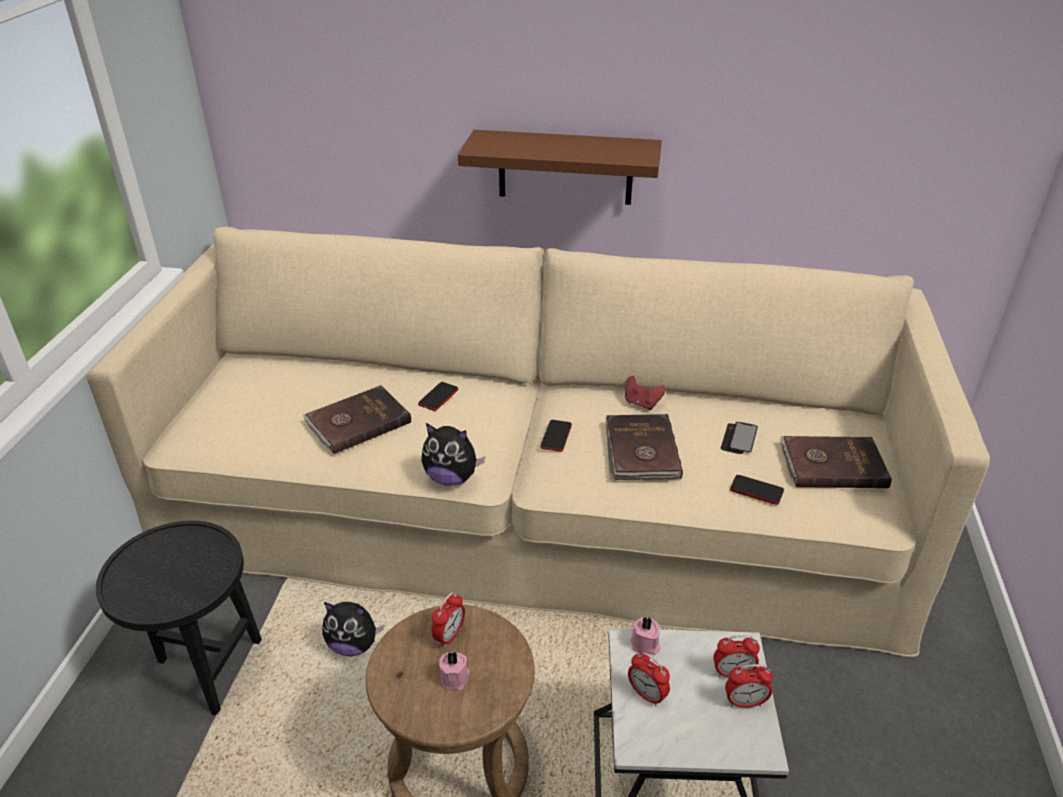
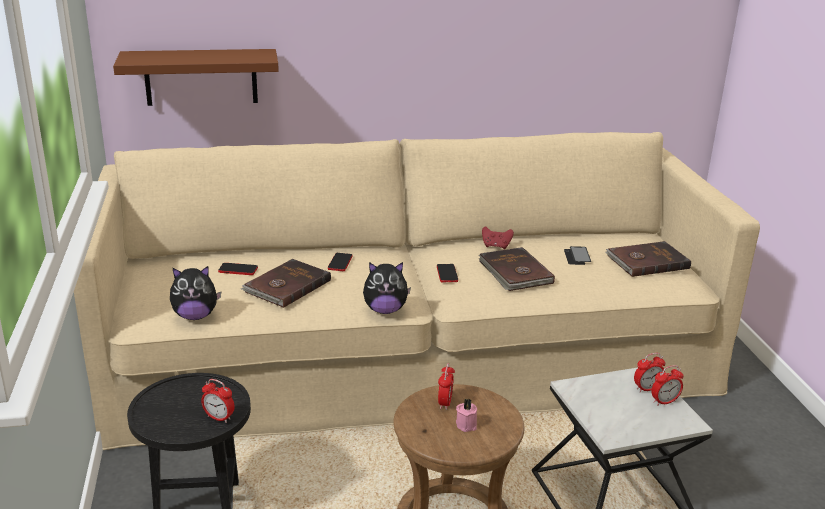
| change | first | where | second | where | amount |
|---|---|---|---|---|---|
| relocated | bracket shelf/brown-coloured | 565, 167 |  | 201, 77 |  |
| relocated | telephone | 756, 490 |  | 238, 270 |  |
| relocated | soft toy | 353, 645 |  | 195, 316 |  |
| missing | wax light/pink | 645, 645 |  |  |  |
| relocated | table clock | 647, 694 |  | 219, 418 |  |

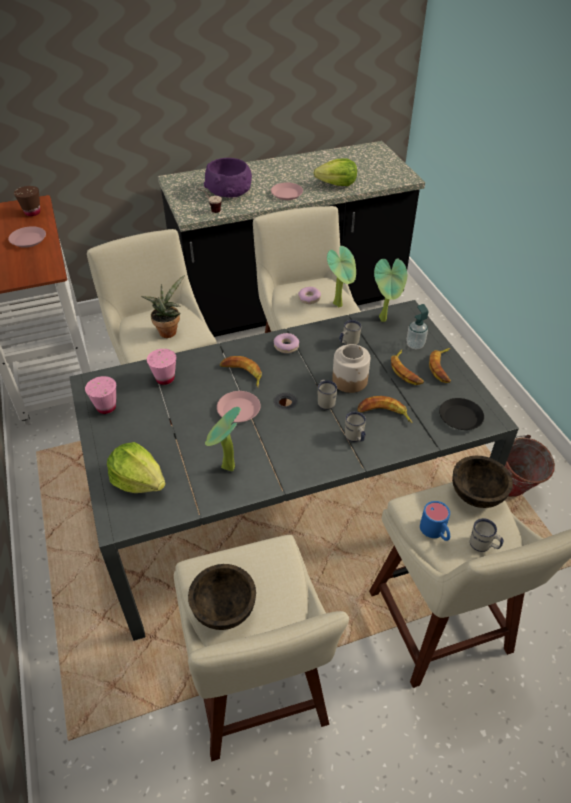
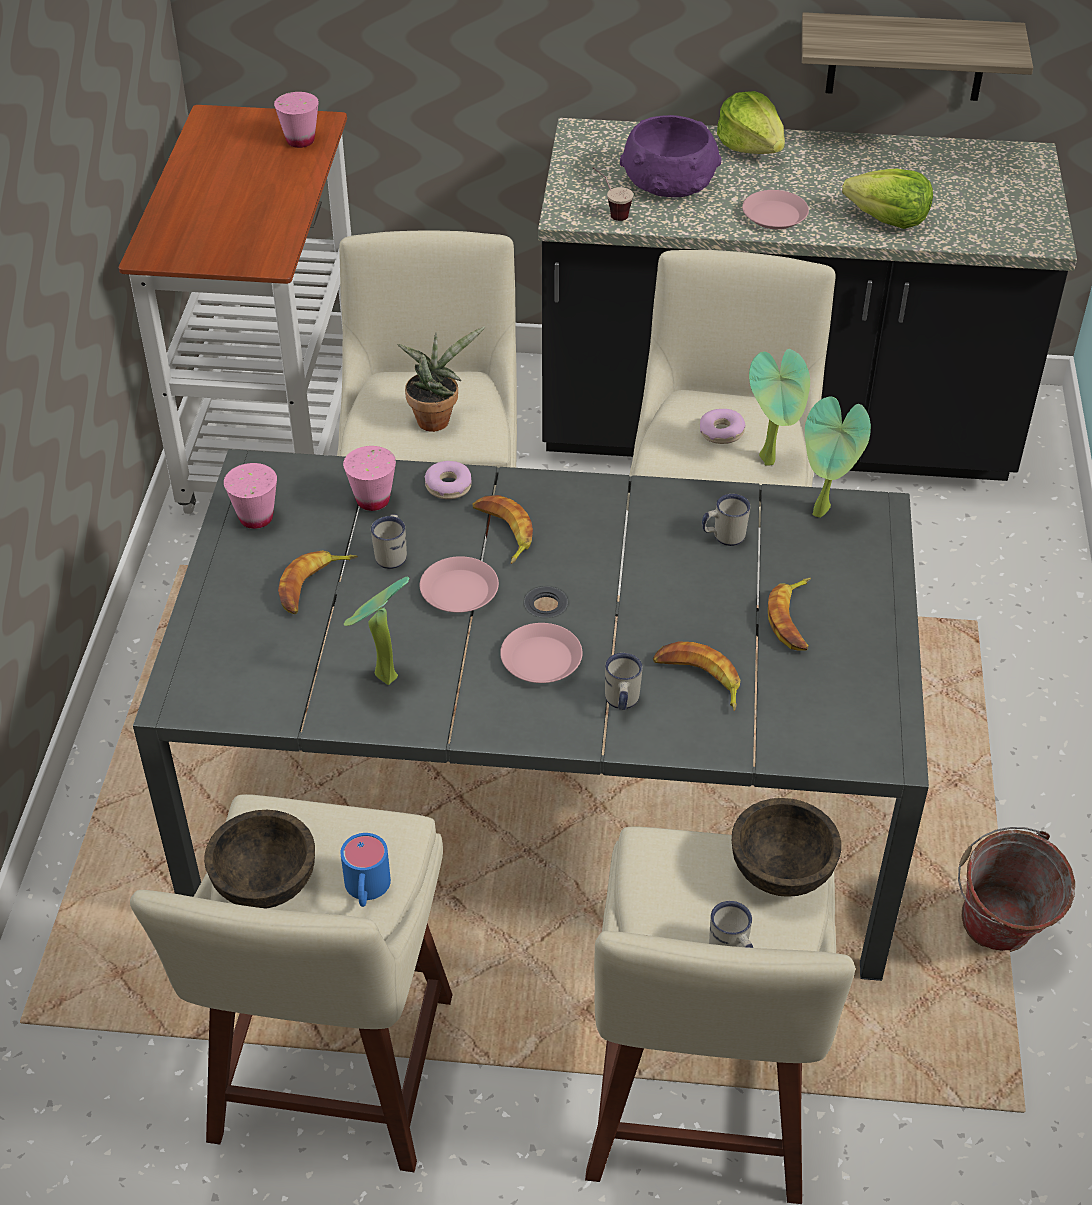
| change | first | where | second | where | amount |
|---|---|---|---|---|---|
| colour | drinking cup/brown-coloured | 32, 212 | drinking cup/pink | 300, 141 |  |
| relocated | plate/pink | 28, 240 |  | 541, 659 |  |
| missing | soap bottle | 415, 345 |  |  |  |
| relocated | doughnut | 286, 346 |  | 448, 486 |  |
| missing | storage jar | 350, 380 |  |  |  |
| relocated | whole banana | 442, 368 |  | 313, 586 |  |
| relocated | tea mug/whitish | 325, 401 |  | 392, 554 |  |
| missing | plate/black | 460, 417 |  |  |  |
| relocated | lettuce head | 138, 480 |  | 751, 146 |  |
| relocated | tea mug/bluish | 435, 532 |  | 366, 890 |  |
| appeared |  |  | bracket shelf | 907, 57 |  |

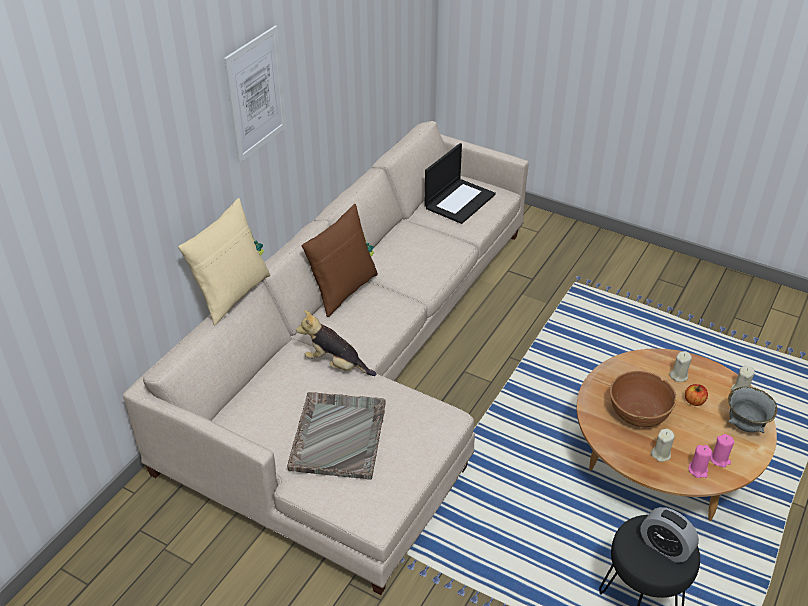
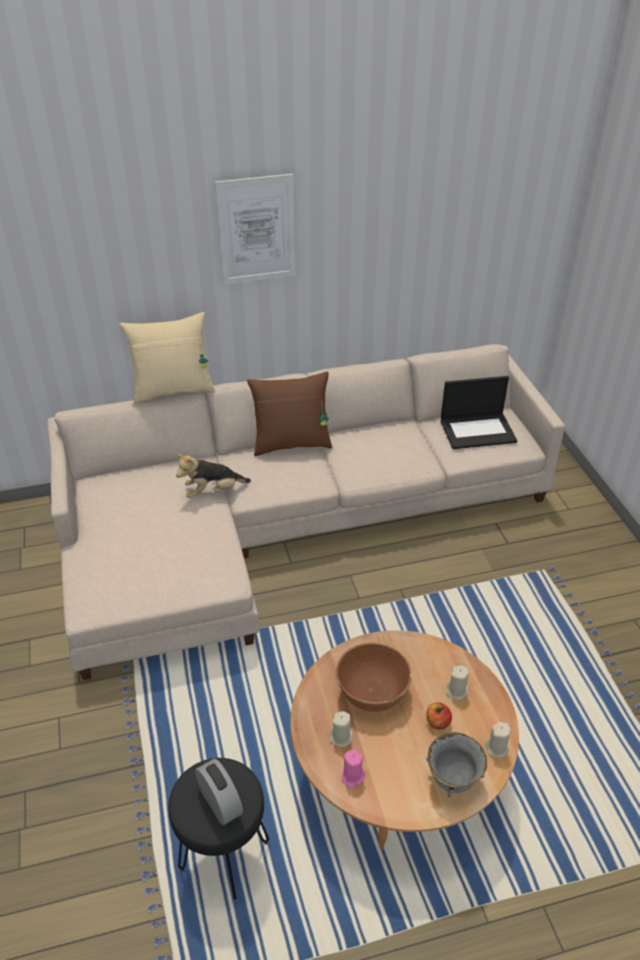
| change | first | where | second | where | amount |
|---|---|---|---|---|---|
| spun | soft toy | 336, 365 |  | 213, 492 | 90 degrees counterclockwise |
| missing | serving tray/grey | 338, 435 |  |  |  |
| missing | wax light/pink | 719, 459 |  |  |  |
| spun | table clock | 665, 547 |  | 220, 803 | 150 degrees clockwise |

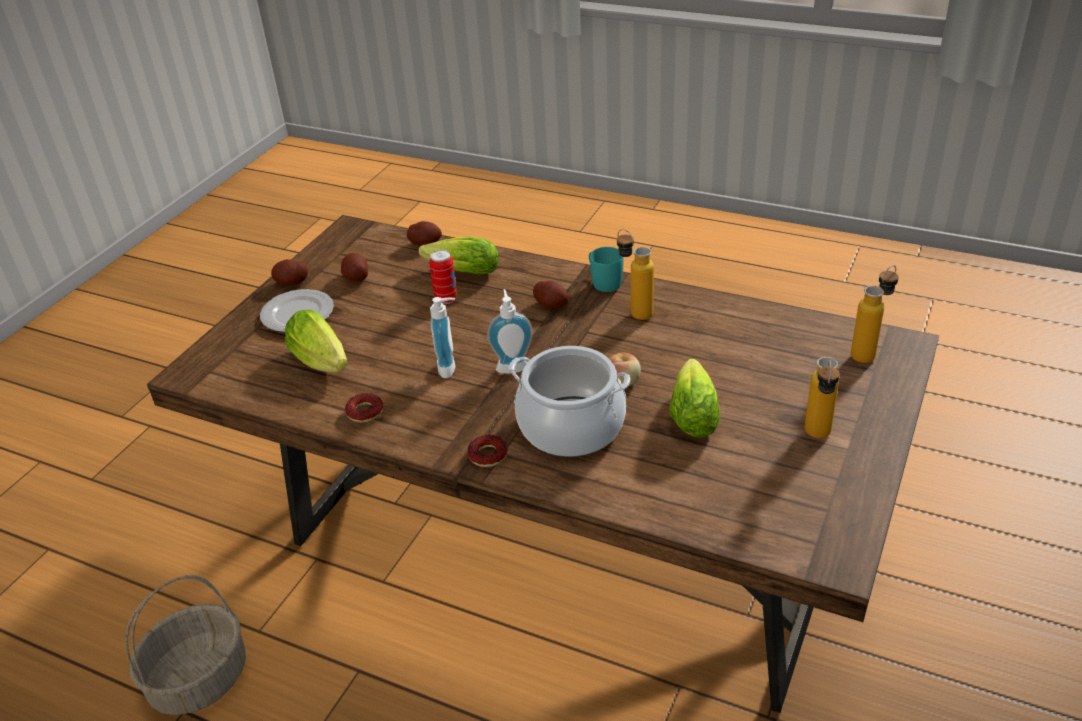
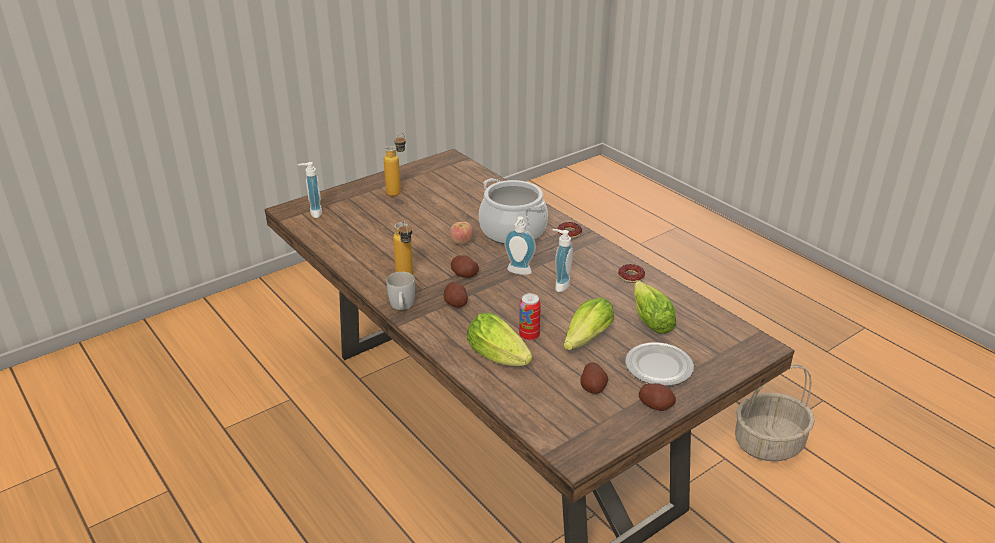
| change | first | where | second | where | amount |
|---|---|---|---|---|---|
| relocated | potato | 425, 243 |  | 464, 275 |  |
| colour | tea mug/blue-green | 603, 281 | tea mug/whitish | 402, 306 |  |
| exchanged | bottle | 868, 352 | soap bottle | 313, 213 |  |
| relocated | lettuce head | 693, 412 |  | 584, 341 |  |

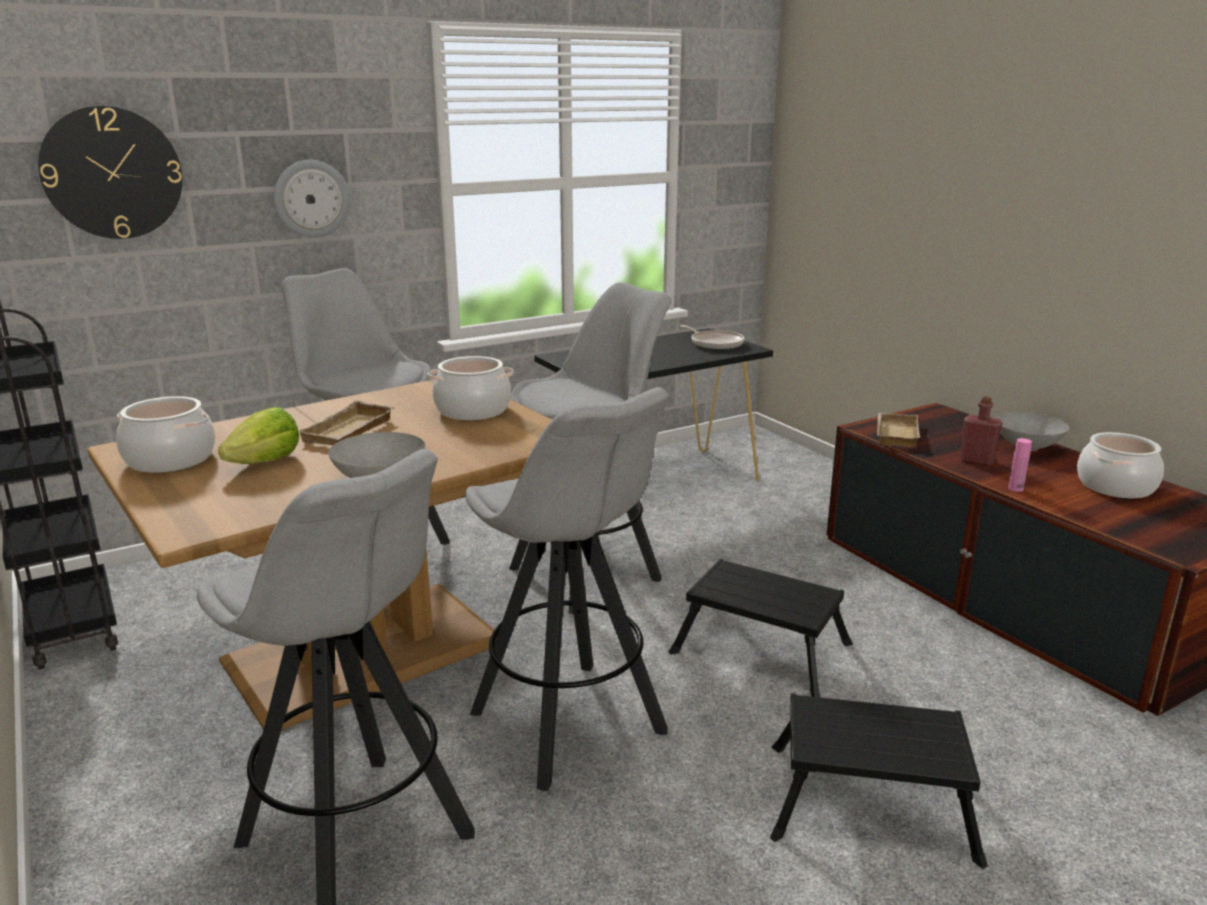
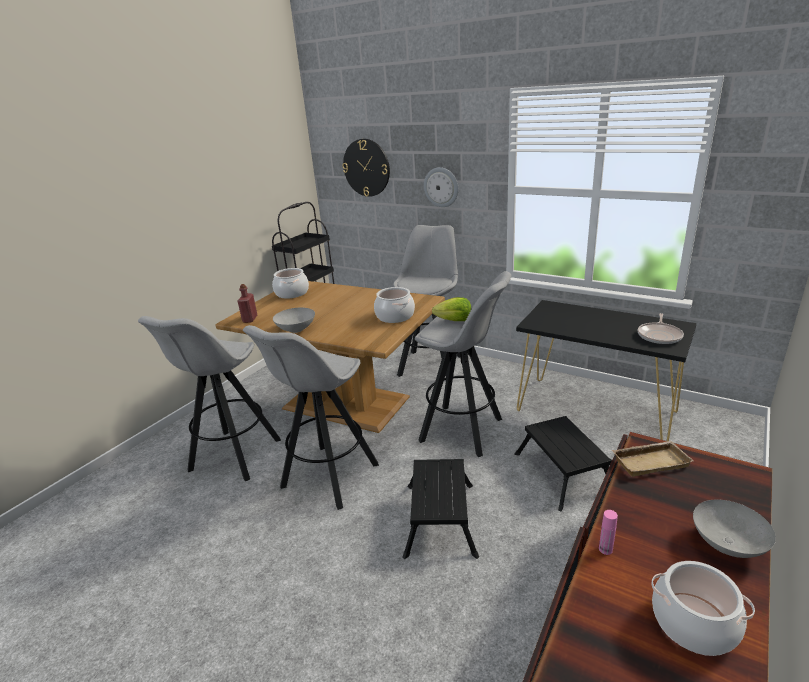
| change | first | where | second | where | amount |
|---|---|---|---|---|---|
| relocated | bottle/red-coloured | 976, 461 |  | 250, 319 |  |
| missing | serving tray/beige | 350, 431 |  |  |  |
| relocated | lettuce head | 266, 462 |  | 454, 320 |  |
| relocated | step ladder/black | 872, 802 |  | 564, 473 |  |

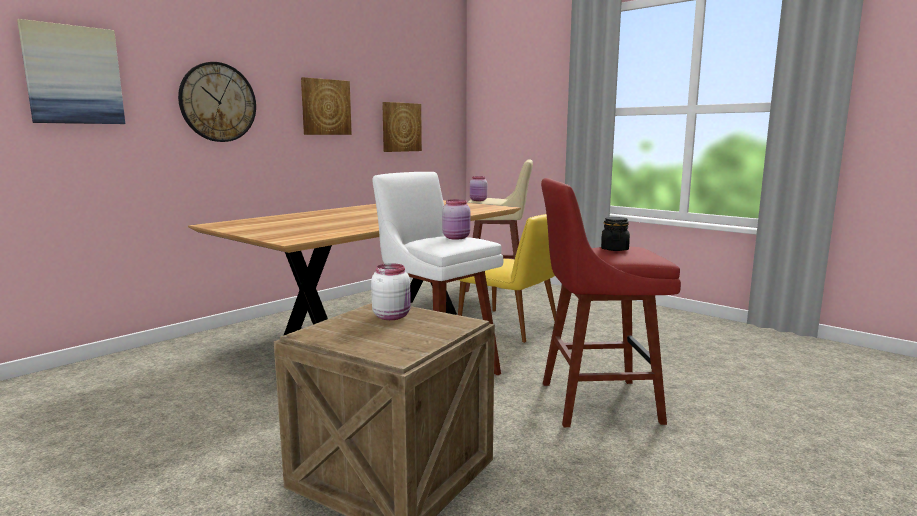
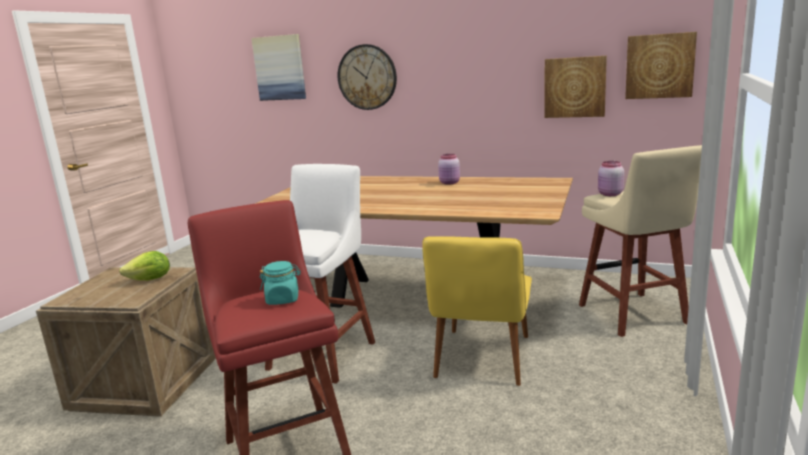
| change | first | where | second | where | amount |
|---|---|---|---|---|---|
| relocated | wall art | 325, 107 |  | 659, 66 |  |
| relocated | storage jar/pink | 457, 238 |  | 450, 183 |  |
| colour | storage jar/black | 614, 249 | storage jar/blue-green | 283, 299 |  |
| exchanged | storage jar/whitish | 392, 316 | lettuce head | 150, 280 |  |

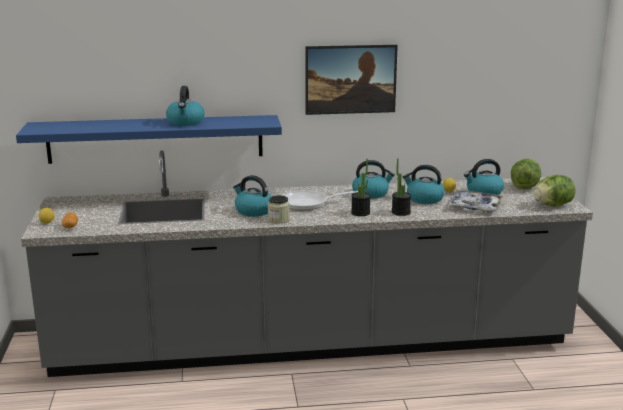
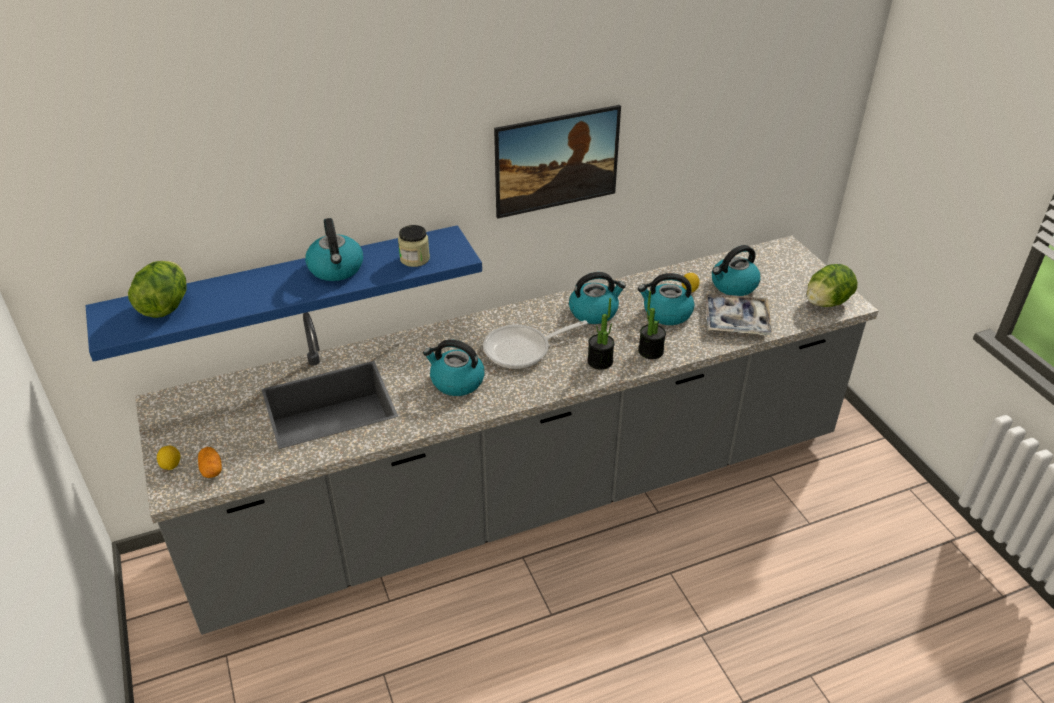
| change | first | where | second | where | amount |
|---|---|---|---|---|---|
| relocated | lettuce head | 524, 187 |  | 165, 307 |  |
| relocated | storage jar | 278, 219 |  | 415, 259 |  |

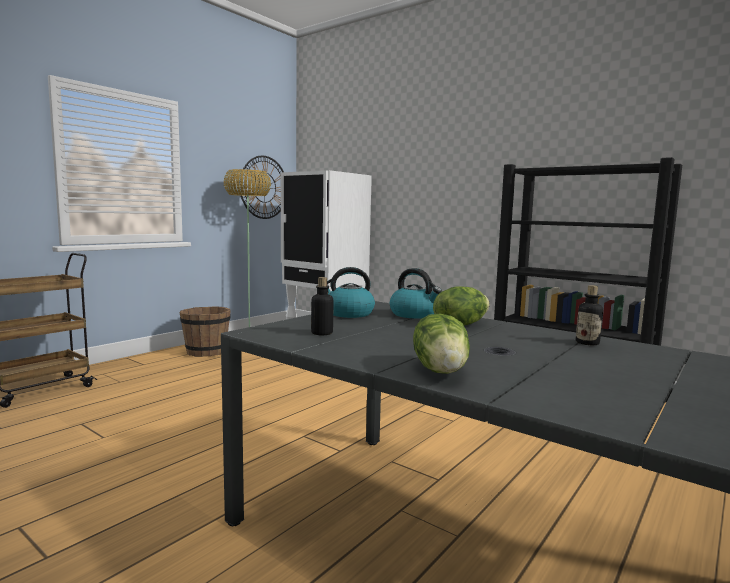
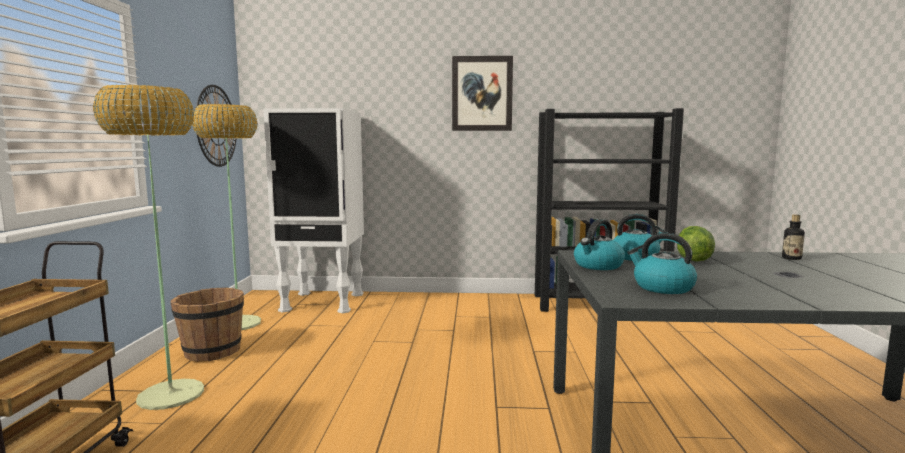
| change | first | where | second | where | amount |
|---|---|---|---|---|---|
| exchanged | bottle | 322, 333 | kettle | 662, 287 |  |
| missing | lettuce head | 442, 370 |  |  |  |
| appeared |  |  | wall art | 482, 94 |  |
| appeared |  |  | floor lamp | 171, 395 |  |

